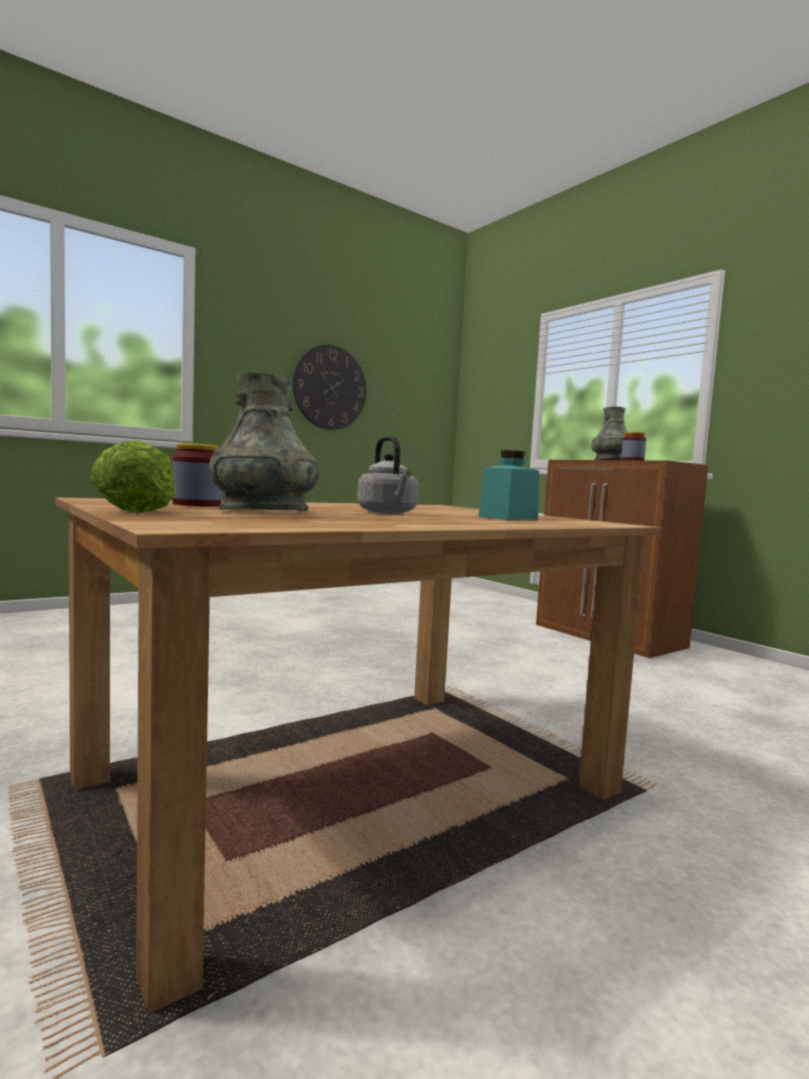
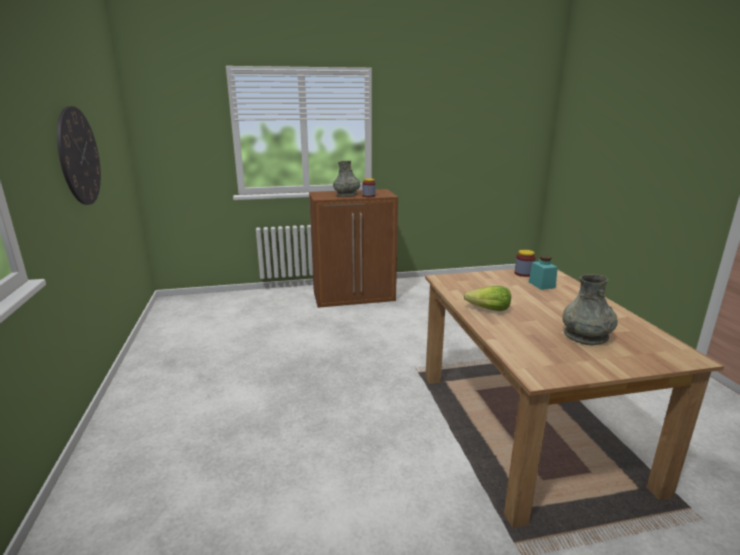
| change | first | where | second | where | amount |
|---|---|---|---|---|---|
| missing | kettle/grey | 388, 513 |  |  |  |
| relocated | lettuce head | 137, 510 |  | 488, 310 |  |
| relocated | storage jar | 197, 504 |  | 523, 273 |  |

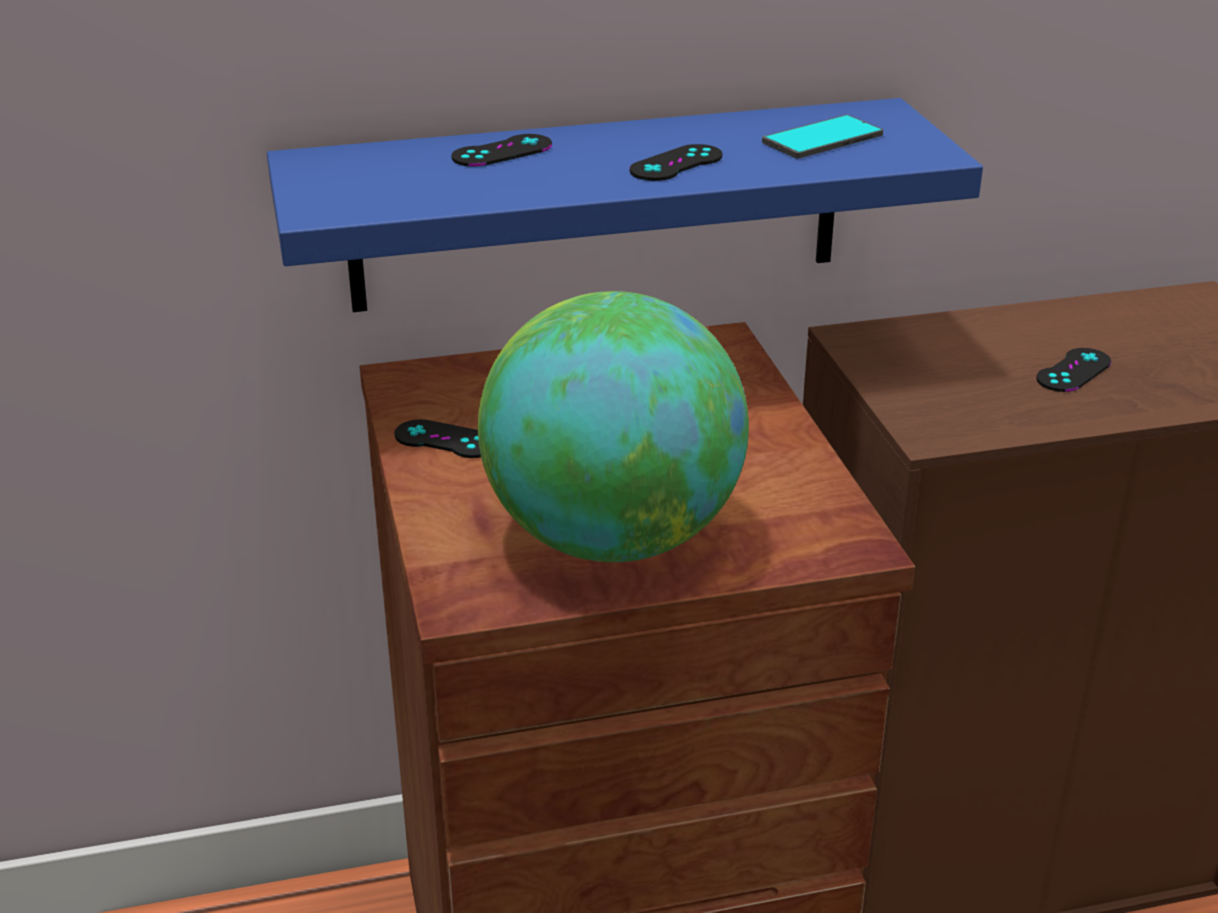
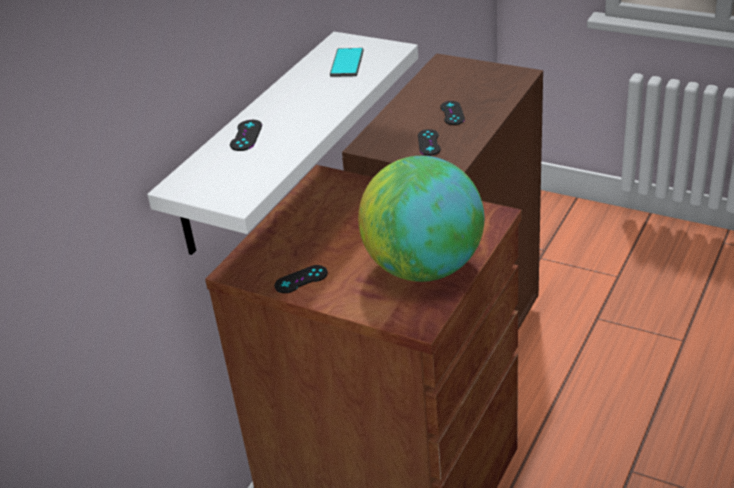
| change | first | where | second | where | amount |
|---|---|---|---|---|---|
| colour | bracket shelf/bluish | 597, 205 | bracket shelf/whitish | 257, 143 |  |
| relocated | joypad/black | 676, 164 |  | 429, 143 |  |

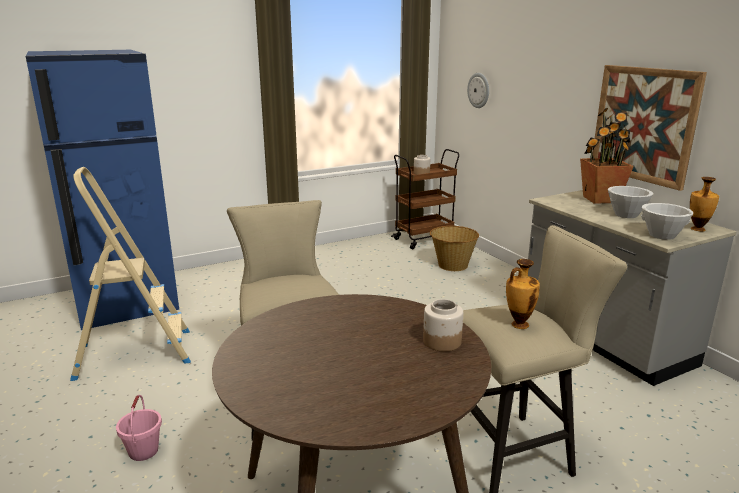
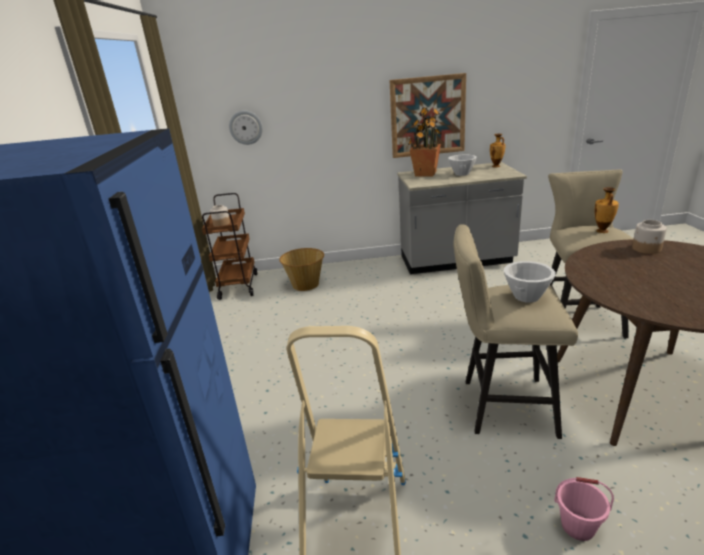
| change | first | where | second | where | amount |
|---|---|---|---|---|---|
| relocated | deep dish/whitish | 661, 235 |  | 526, 296 |  |

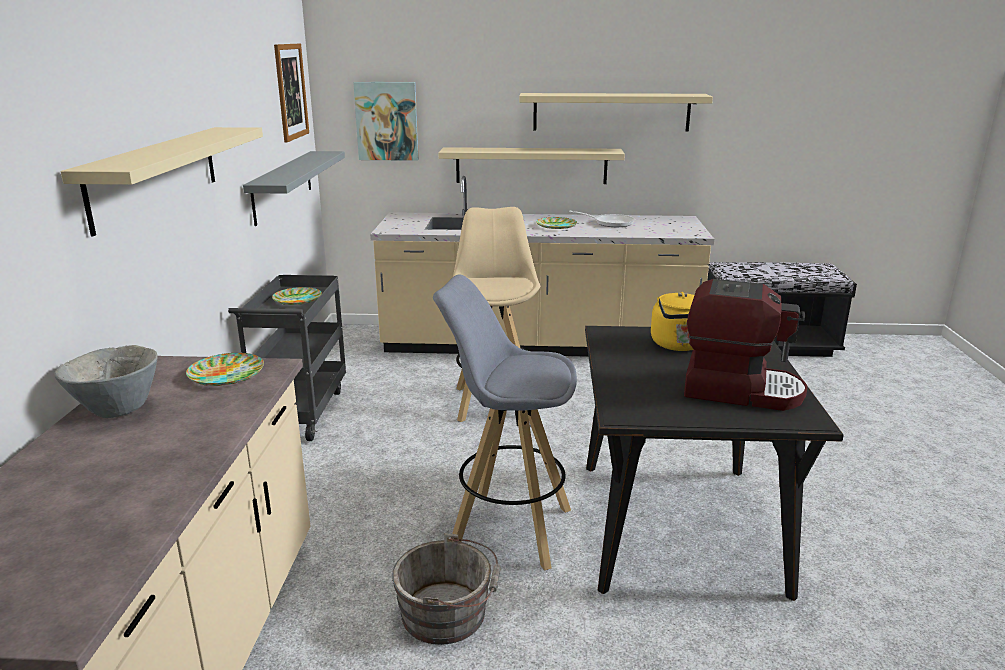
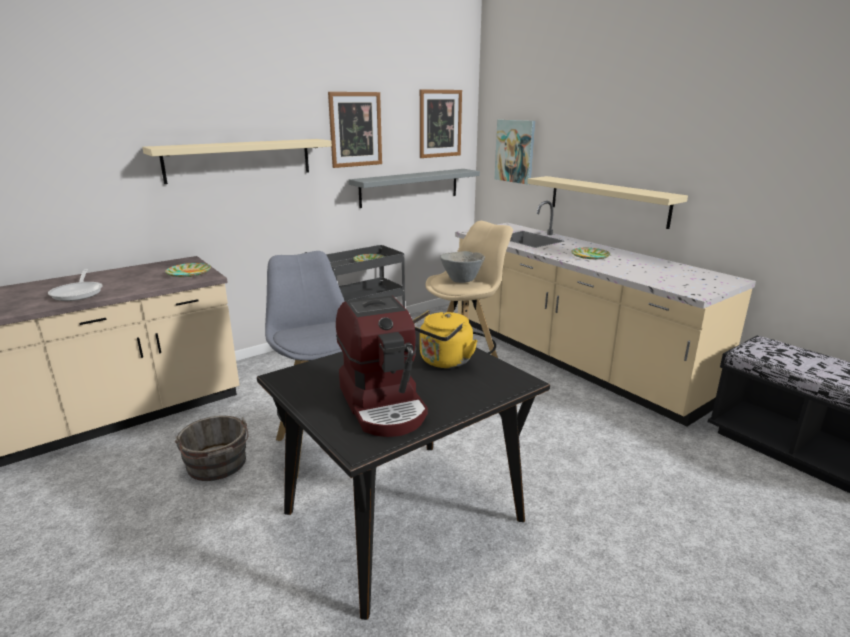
| change | first | where | second | where | amount |
|---|---|---|---|---|---|
| missing | bracket shelf/beige | 611, 112 |  |  |  |
| relocated | frying pan | 610, 223 |  | 79, 293 |  |
| relocated | deep dish/grey | 117, 410 |  | 461, 280 |  |
| appeared |  |  | wall art | 355, 129 |  |

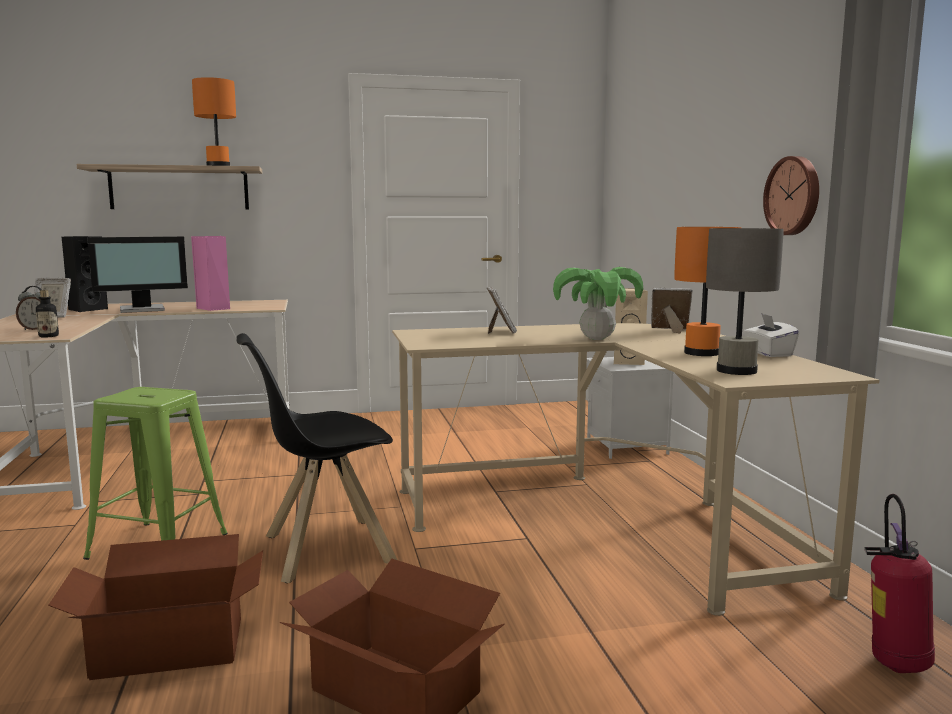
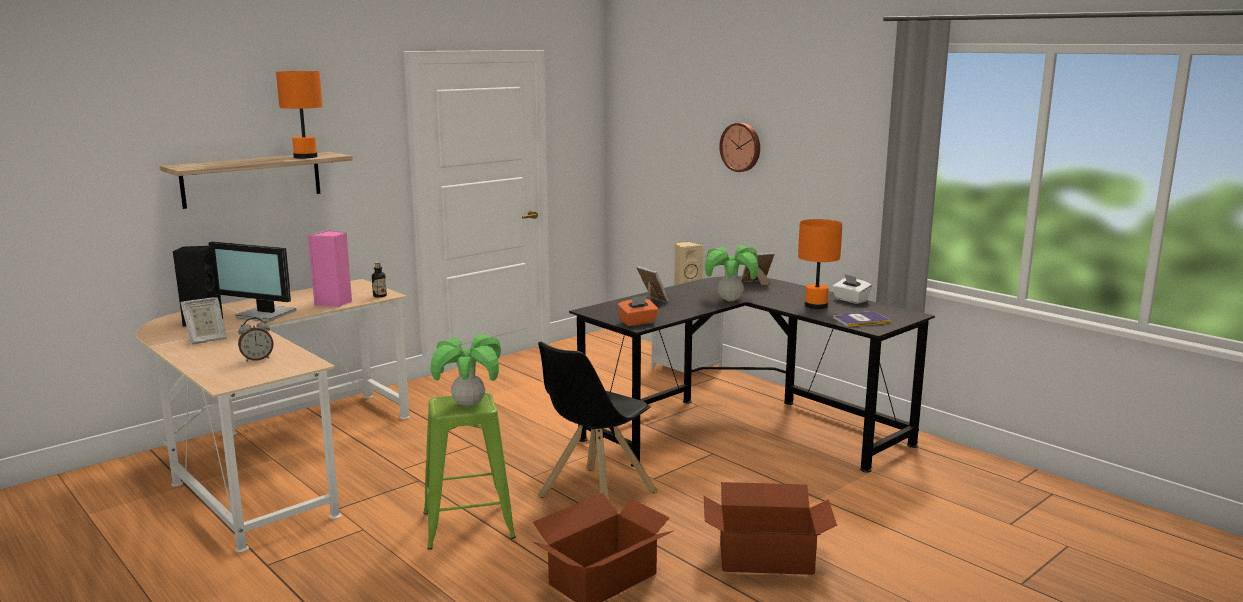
| change | first | where | second | where | amount |
|---|---|---|---|---|---|
| relocated | wall clock | 794, 196 |  | 741, 147 |  |
| exchanged | tabletop lamp/grey | 736, 370 | volume | 861, 320 |  |
| spun | monitor | 143, 309 |  | 265, 315 | 75 degrees clockwise |
| relocated | bottle | 48, 336 |  | 380, 296 |  |
| colour | desk unit/beige | 607, 518 | desk unit/black | 742, 427 |  |
| missing | fire-fighting cylinder | 894, 663 |  |  |  |
| appeared |  |  | tissue box/orangey | 638, 322 |  |
| appeared |  |  | houseplant | 468, 404 |  |

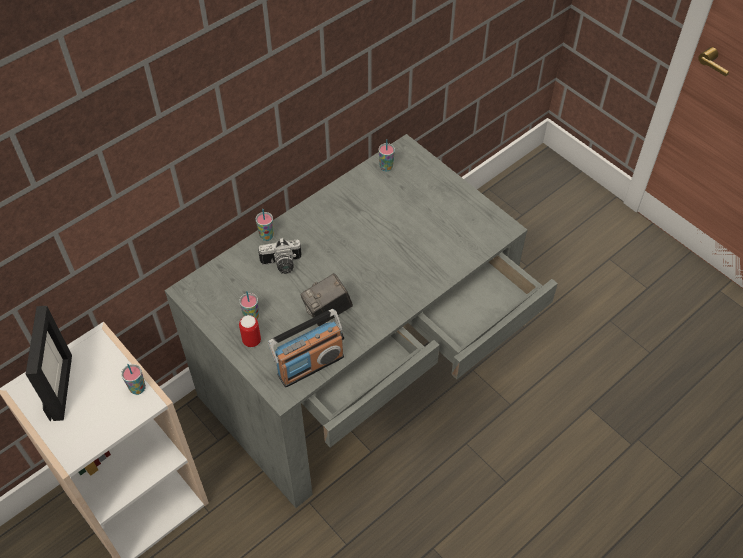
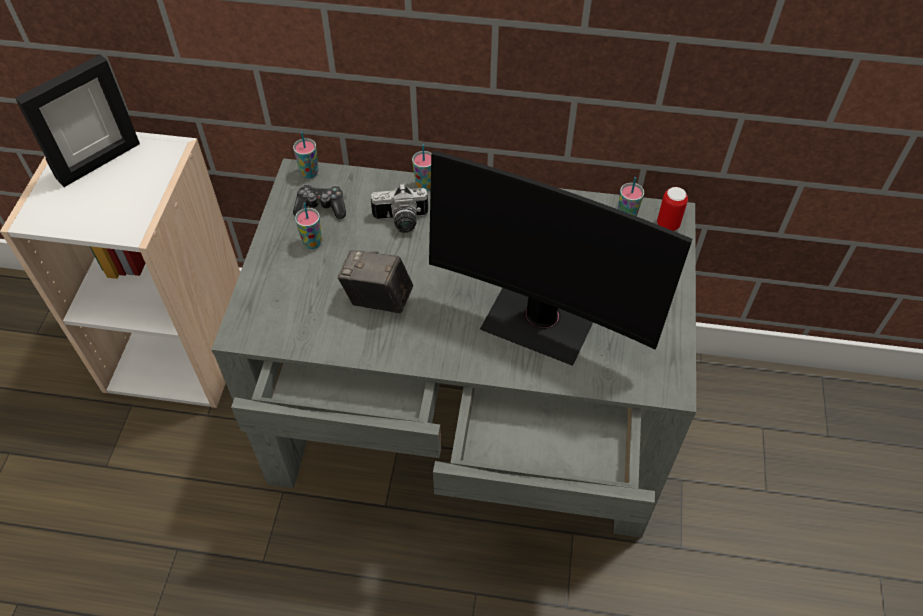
| change | first | where | second | where | amount |
|---|---|---|---|---|---|
| spun | still camera | 282, 265 |  | 401, 221 | 45 degrees counterclockwise |
| missing | radio set | 310, 365 |  |  |  |
| relocated | sealed can | 251, 341 |  | 668, 224 |  |
| relocated | drinking cup | 138, 388 |  | 309, 173 |  |
| appeared |  |  | monitor | 541, 319 |  |
| appeared |  |  | joypad | 321, 207 |  |

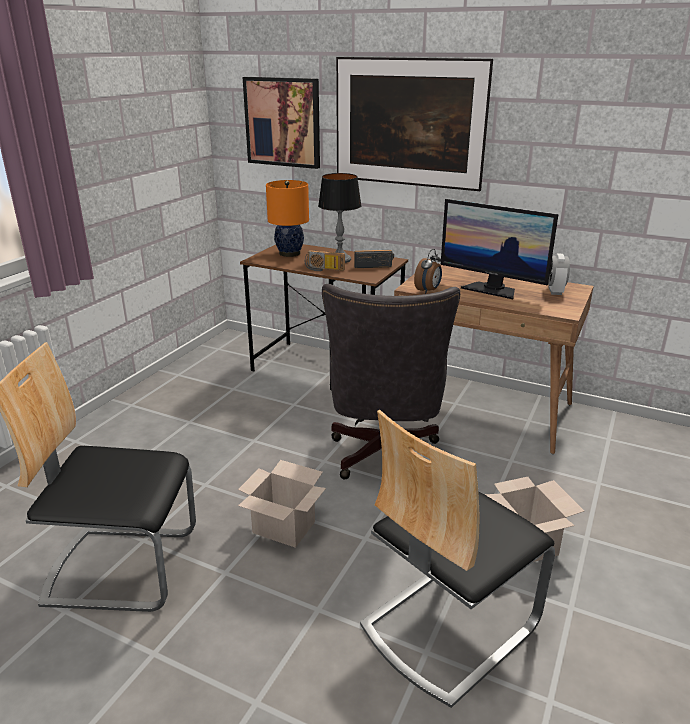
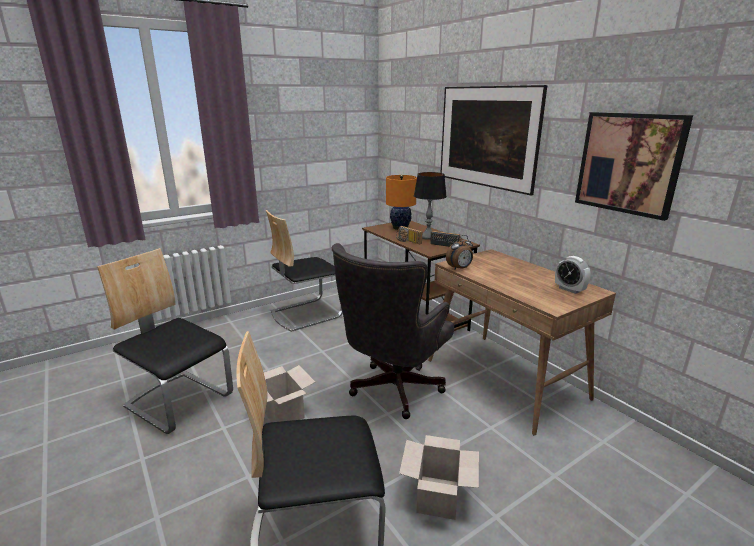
| change | first | where | second | where | amount |
|---|---|---|---|---|---|
| relocated | wall art | 283, 122 |  | 629, 163 |  |
| missing | monitor | 492, 289 |  |  |  |
| spun | table clock | 555, 291 |  | 569, 289 | 75 degrees counterclockwise |
| appeared |  |  | chair | 306, 313 |  |

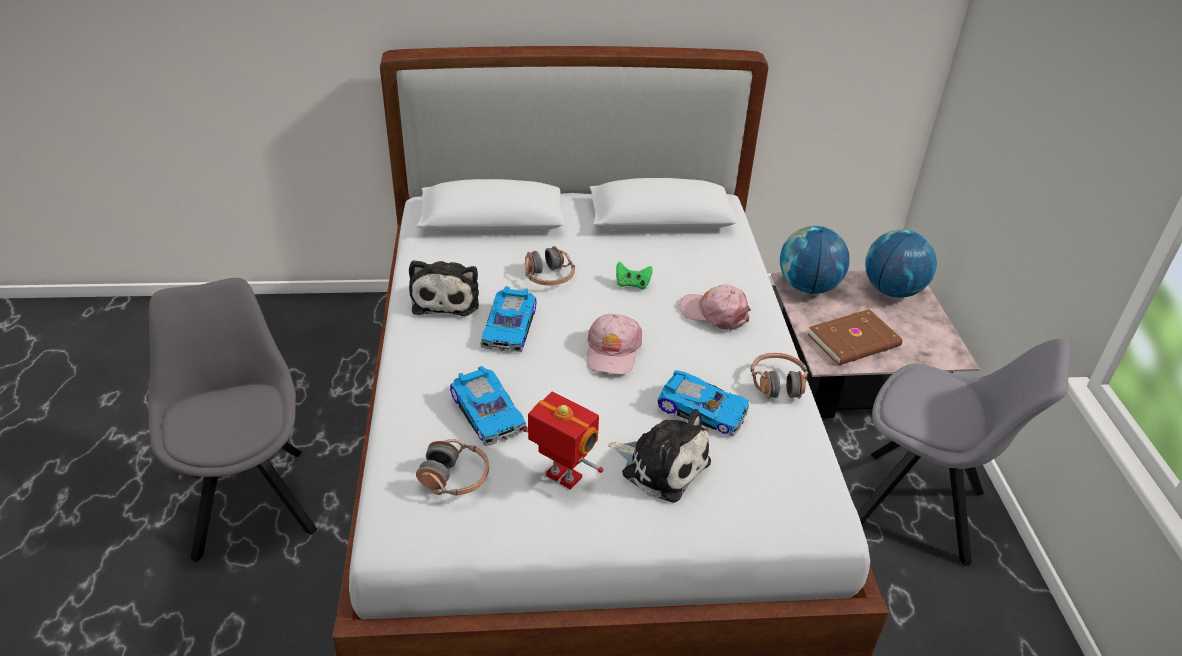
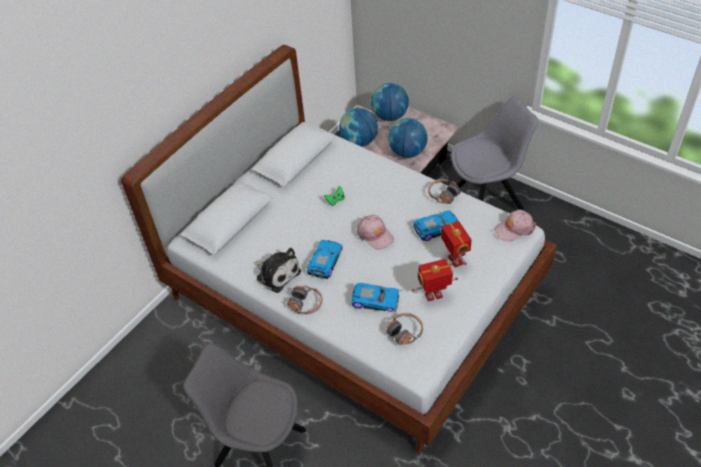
| change | first | where | second | where | amount |
|---|---|---|---|---|---|
| relocated | headset | 548, 277 |  | 306, 304 |  |
| relocated | cap/pink | 714, 313 |  | 514, 228 |  |
| spun | toy car | 511, 327 |  | 324, 261 | 120 degrees counterclockwise |
| exchanged | volume/brown-coloured | 855, 341 | globe | 407, 152 |  |
| exchanged | soft toy | 661, 465 | robot figure | 454, 261 |  |

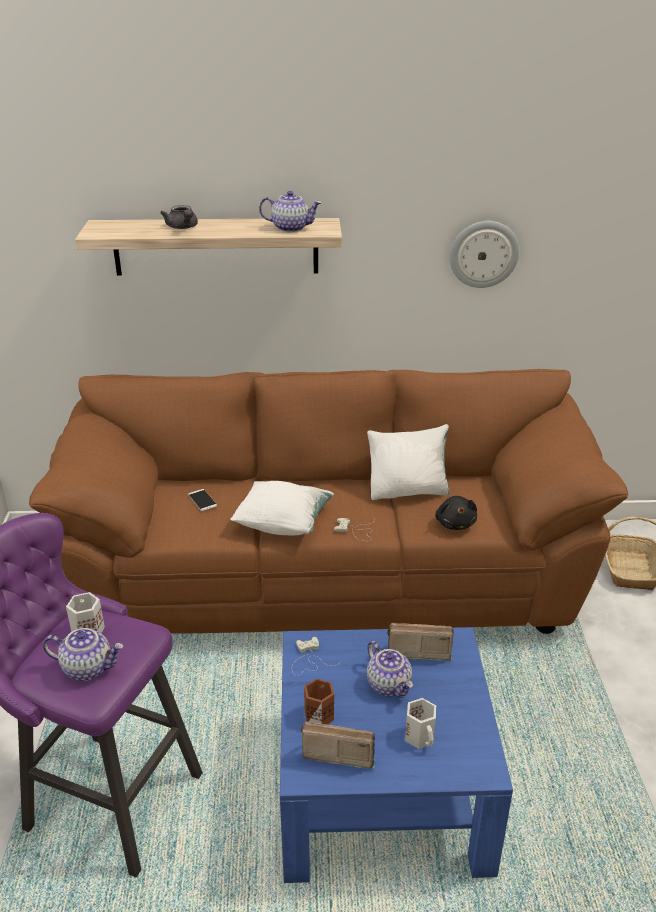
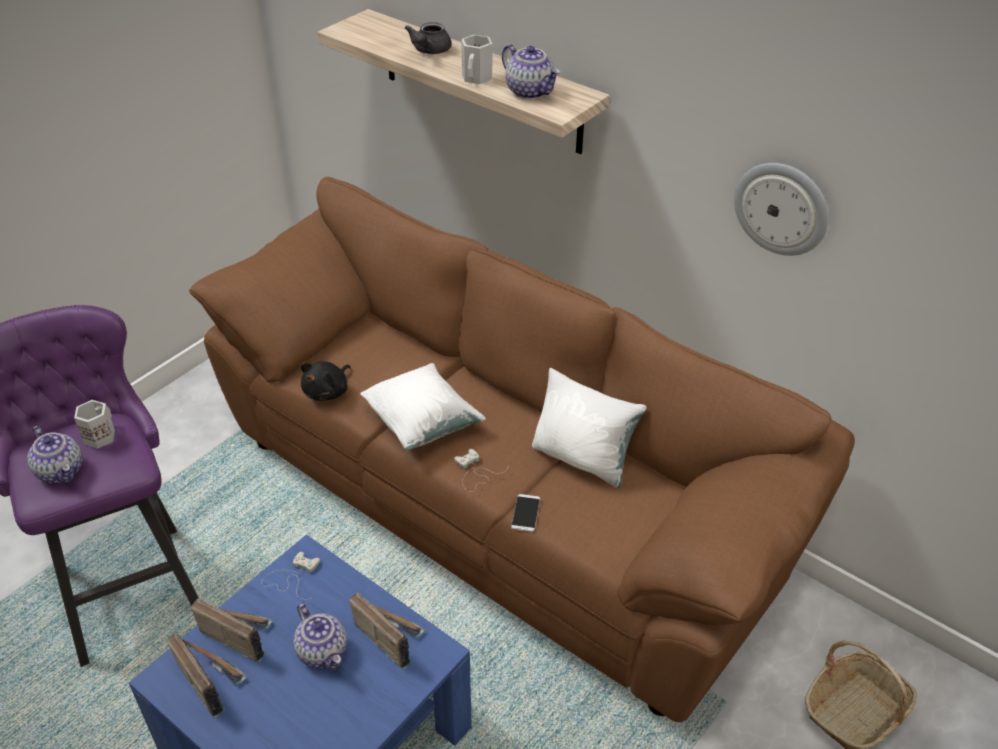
| change | first | where | second | where | amount |
|---|---|---|---|---|---|
| relocated | telephone | 202, 500 |  | 525, 513 |  |
| relocated | soft toy/black | 455, 523 |  | 328, 391 |  |
| spun | tea pot | 389, 685 |  | 323, 651 | 45 degrees counterclockwise |
| exchanged | tea mug/brown-coloured | 318, 714 | radio set | 237, 634 |  |
| relocated | tea mug/whitish | 421, 736 |  | 477, 77 |  |

